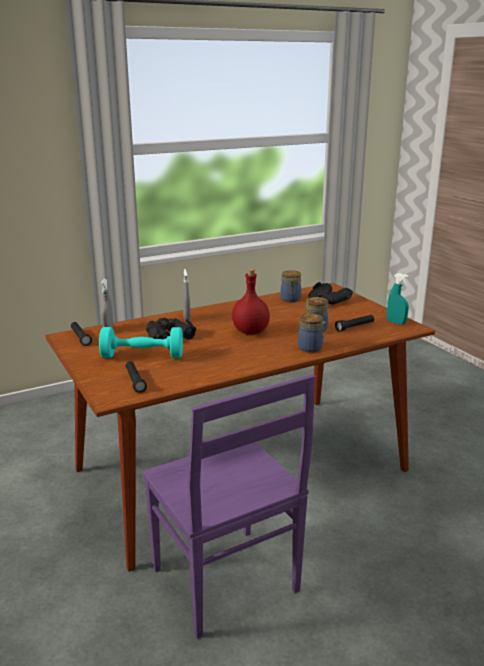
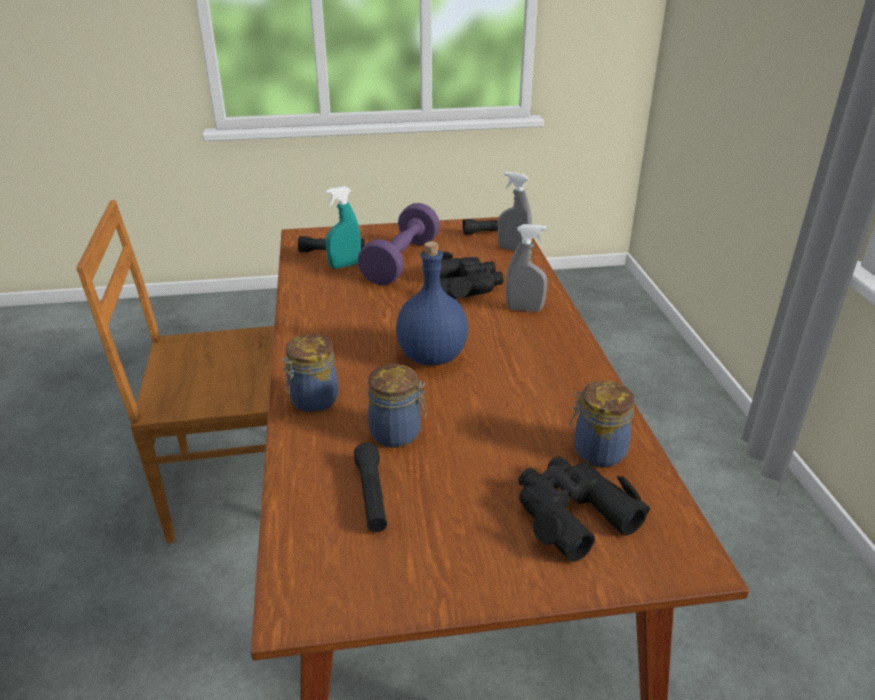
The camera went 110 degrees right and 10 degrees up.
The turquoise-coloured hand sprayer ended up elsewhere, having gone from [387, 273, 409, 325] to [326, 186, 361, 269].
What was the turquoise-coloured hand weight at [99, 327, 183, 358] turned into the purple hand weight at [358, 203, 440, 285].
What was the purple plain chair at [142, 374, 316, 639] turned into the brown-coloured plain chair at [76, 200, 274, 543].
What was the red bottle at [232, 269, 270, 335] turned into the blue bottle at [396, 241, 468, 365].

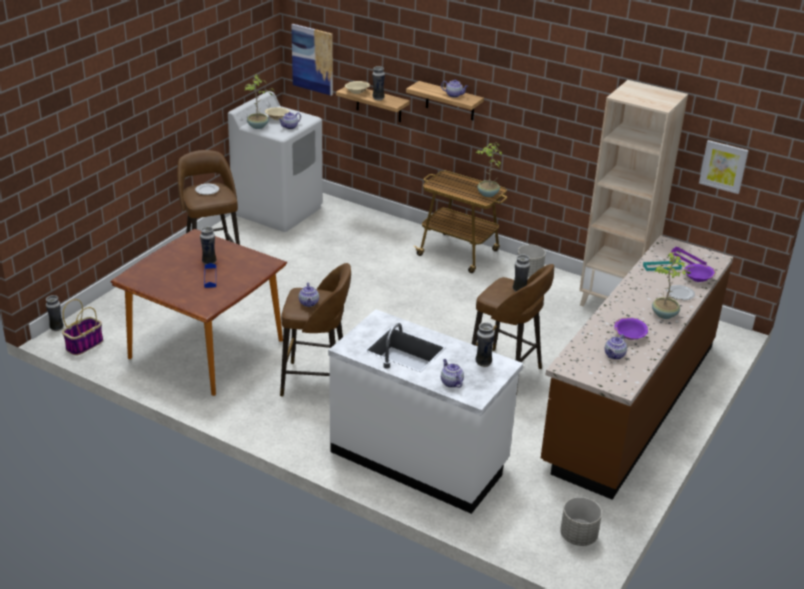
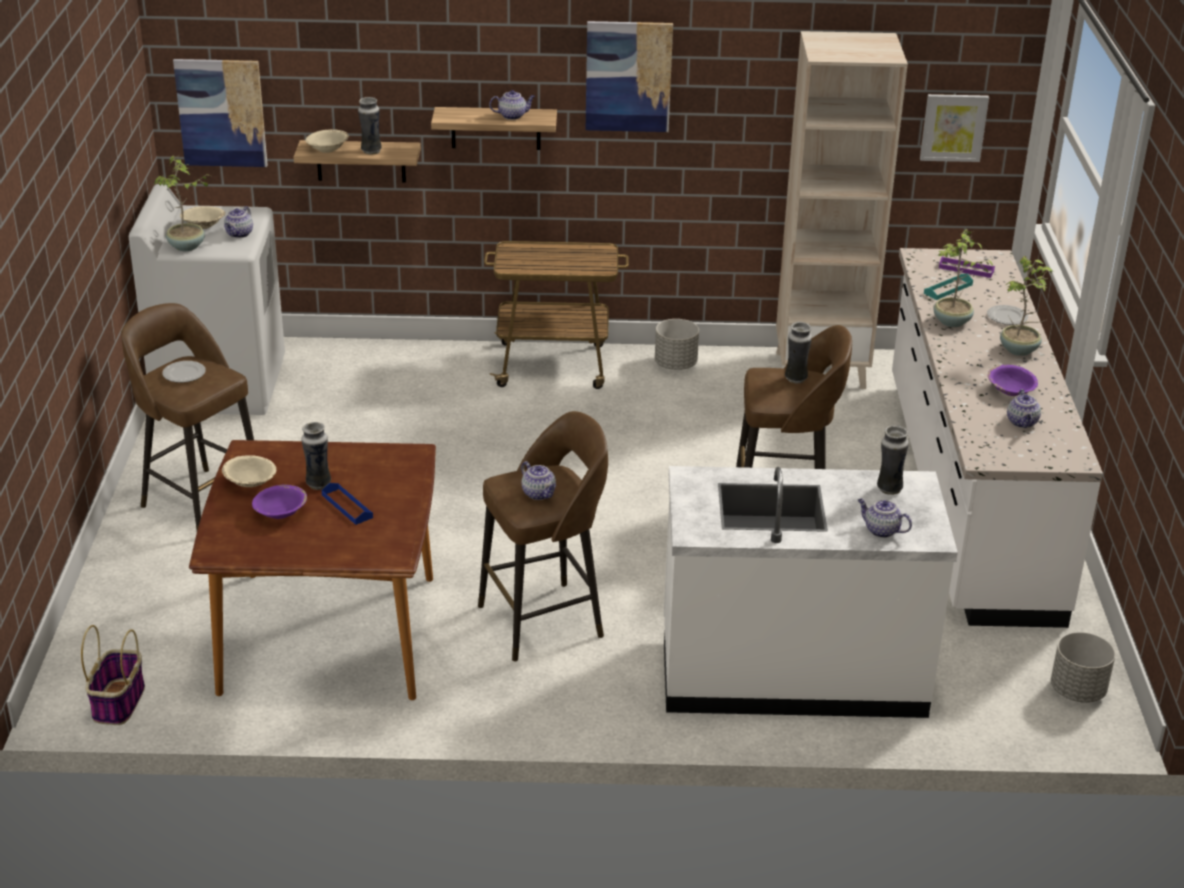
The camera went 30 degrees left and 0 degrees up.
The second view lost the vase at [46, 295, 64, 331].
The second view gained the beige serving bowl at [222, 455, 277, 487].
The second view gained the wall picture at [586, 21, 673, 132].
The houseplant ended up elsewhere, having gone from [476, 142, 502, 197] to [934, 229, 993, 327].
The purple serving bowl ended up elsewhere, having gone from [684, 264, 716, 282] to [252, 485, 307, 519].
What was the brown-coloured kitchen base unit at [541, 235, 733, 500] turned into the white kitchen base unit at [892, 248, 1103, 628].

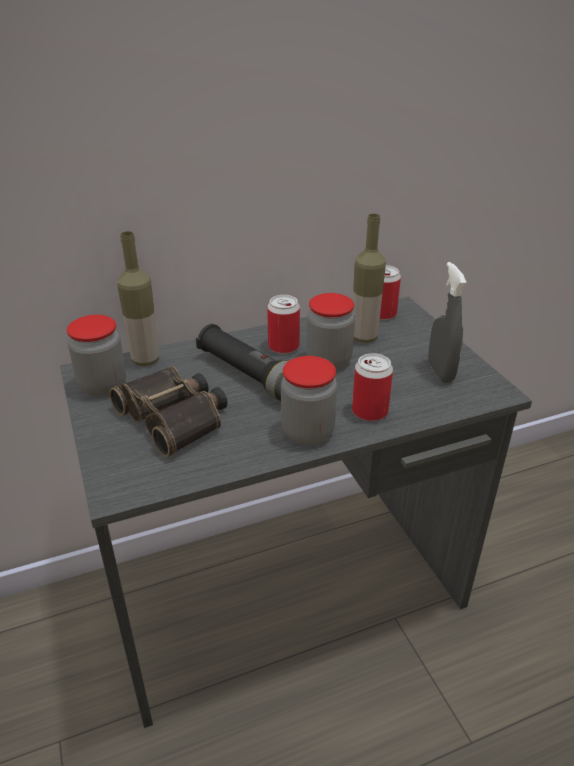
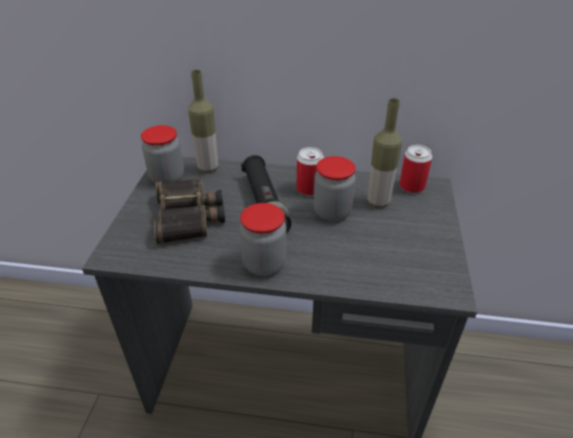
The camera went 30 degrees right and 5 degrees up.
The second view lost the metal can at [352, 353, 393, 421].
The second view lost the gray hand sprayer at [428, 262, 467, 383].

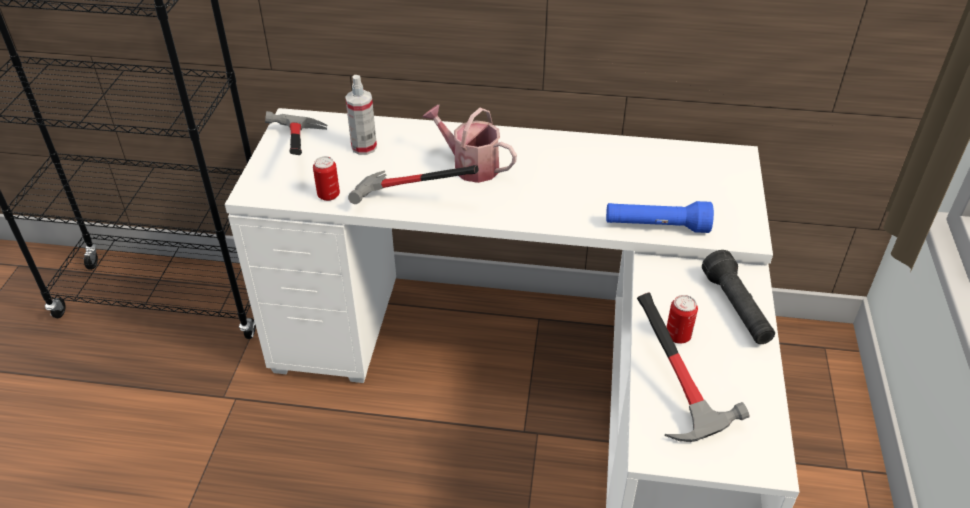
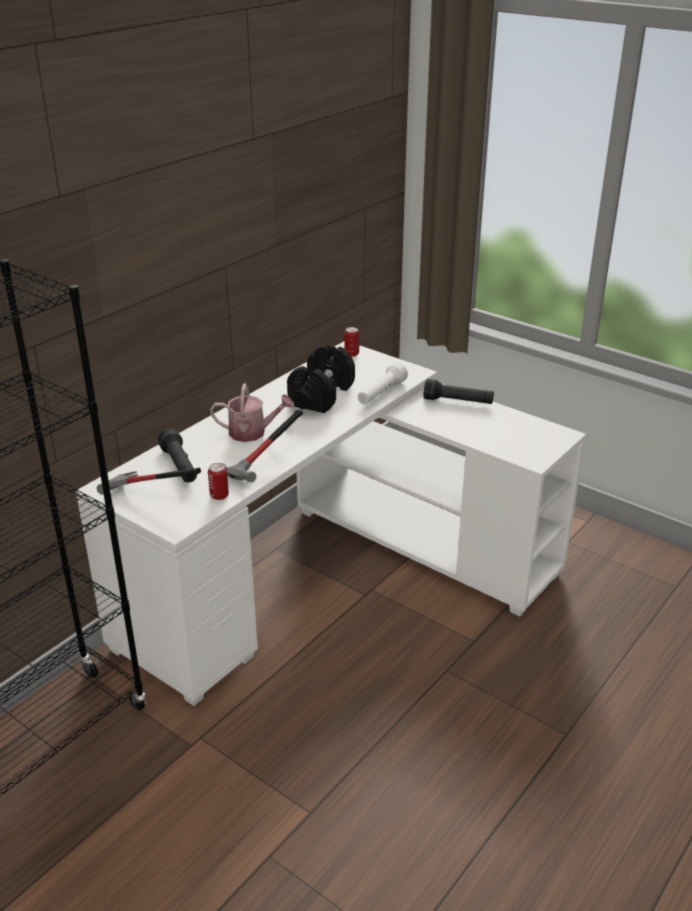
The camera went 60 degrees left and 10 degrees down.
The second view lost the hand hammer at [637, 292, 749, 442].
The second view gained the black-coloured hand weight at [287, 344, 355, 413].
The metal can ended up elsewhere, having gone from [667, 295, 698, 344] to [344, 327, 359, 357].
Where the hand sprayer stood at [345, 75, 377, 155], the black-coloured hand torch came to stand at [158, 428, 197, 483].
What was the blue hand torch at [606, 201, 714, 233] turned into the white hand torch at [358, 362, 408, 404].
The watering can at [422, 105, 517, 183] ended up facing another way, 150 degrees counterclockwise from before.

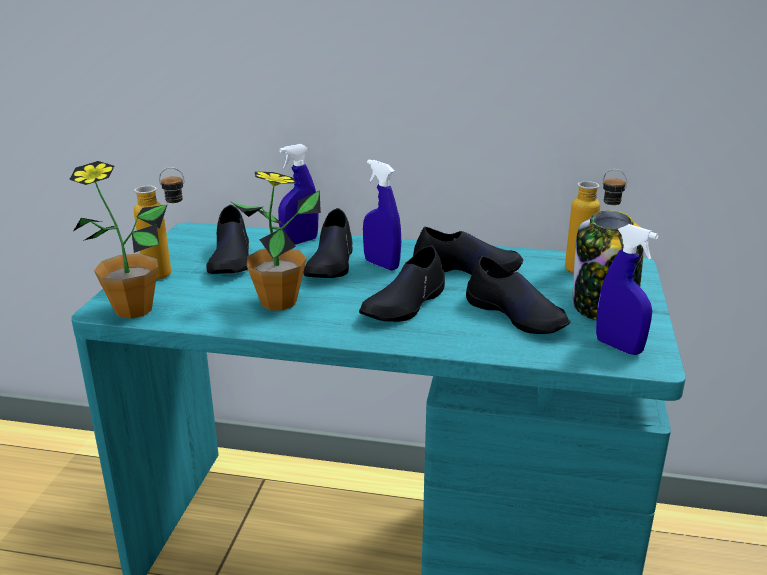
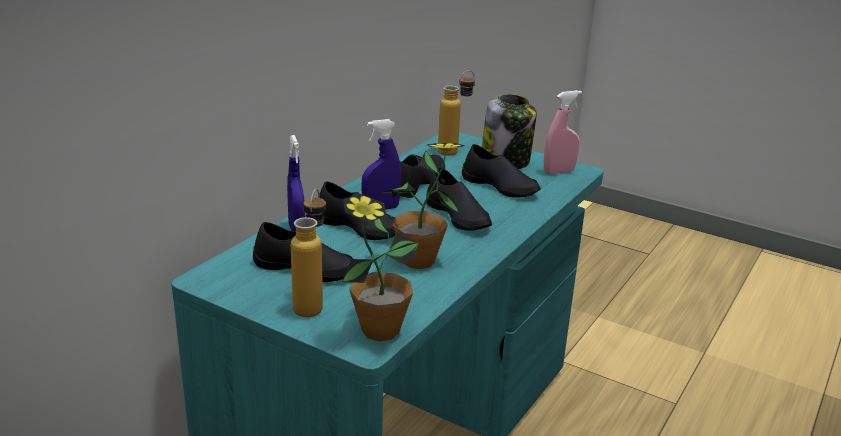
The camera went 70 degrees left and 0 degrees up.
What was the blue hand sprayer at [596, 224, 659, 355] turned into the pinkish hand sprayer at [544, 90, 582, 174].
The black-coloured shoe at [466, 256, 570, 334] ended up facing another way, 60 degrees clockwise from before.

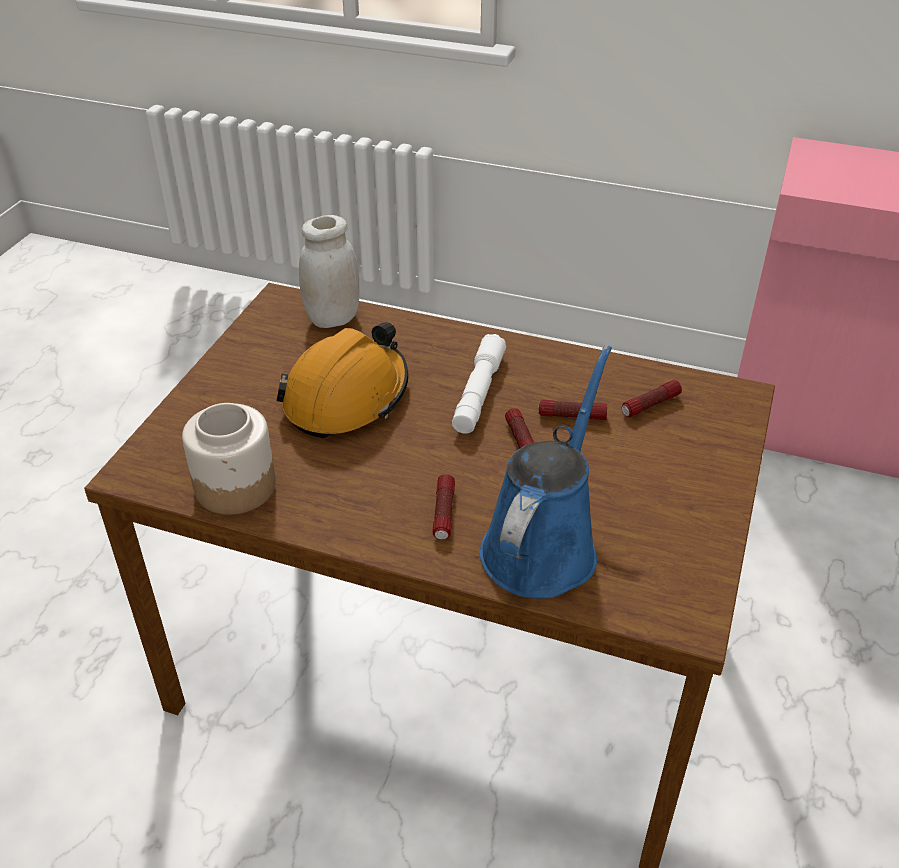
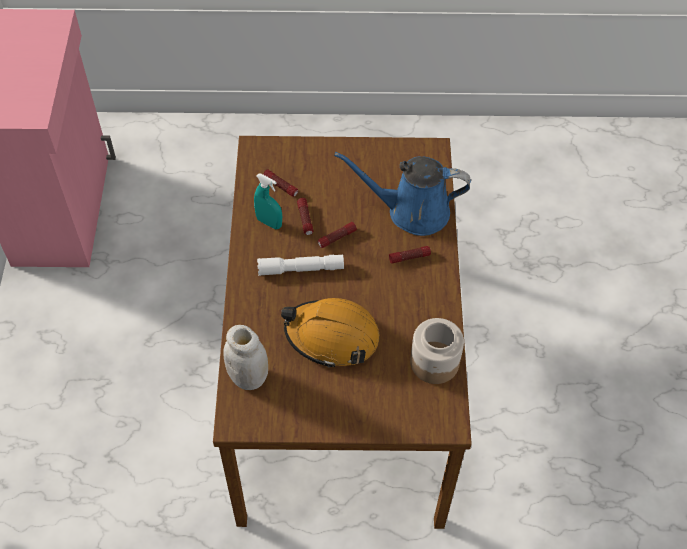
The camera went 110 degrees left and 15 degrees up.
The second view gained the turquoise-coloured hand sprayer at [254, 173, 282, 229].

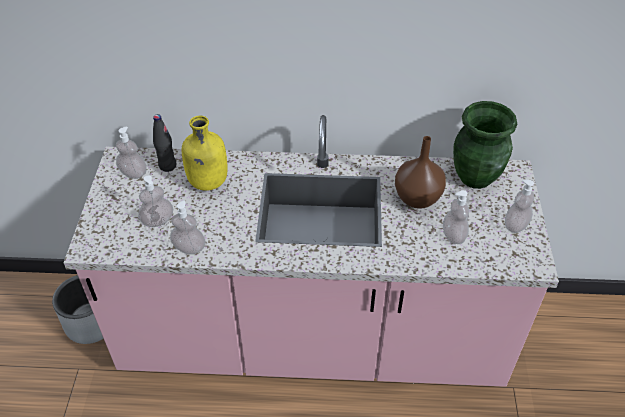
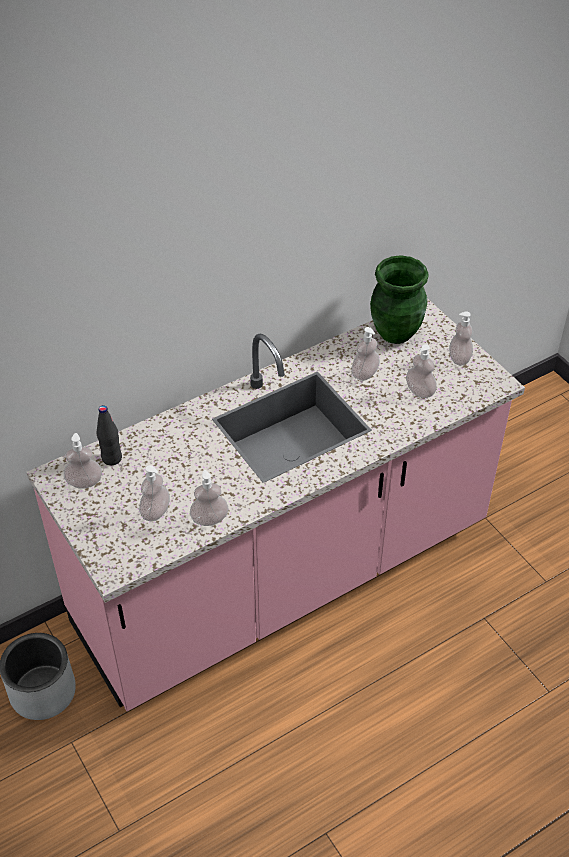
The camera went 35 degrees left and 0 degrees up.
The second view lost the yellowish bottle at [182, 115, 228, 191].
Where the brown-coloured vase stood at [395, 136, 446, 209], the soap dispenser came to stand at [351, 327, 380, 381].

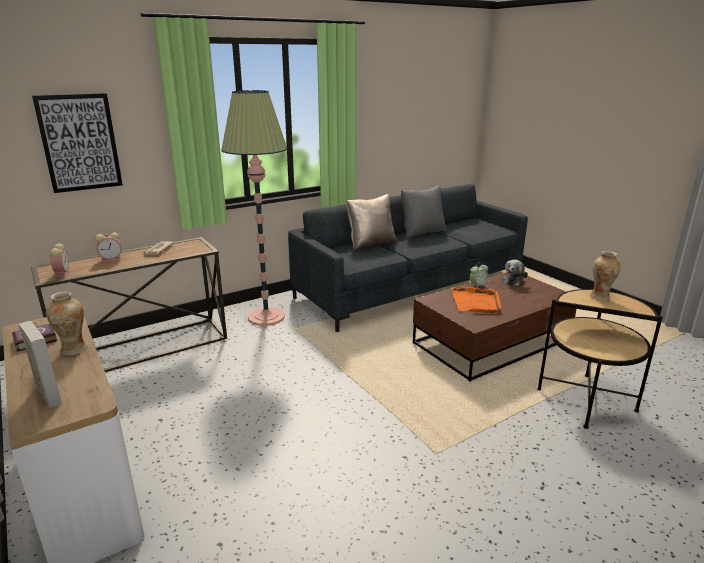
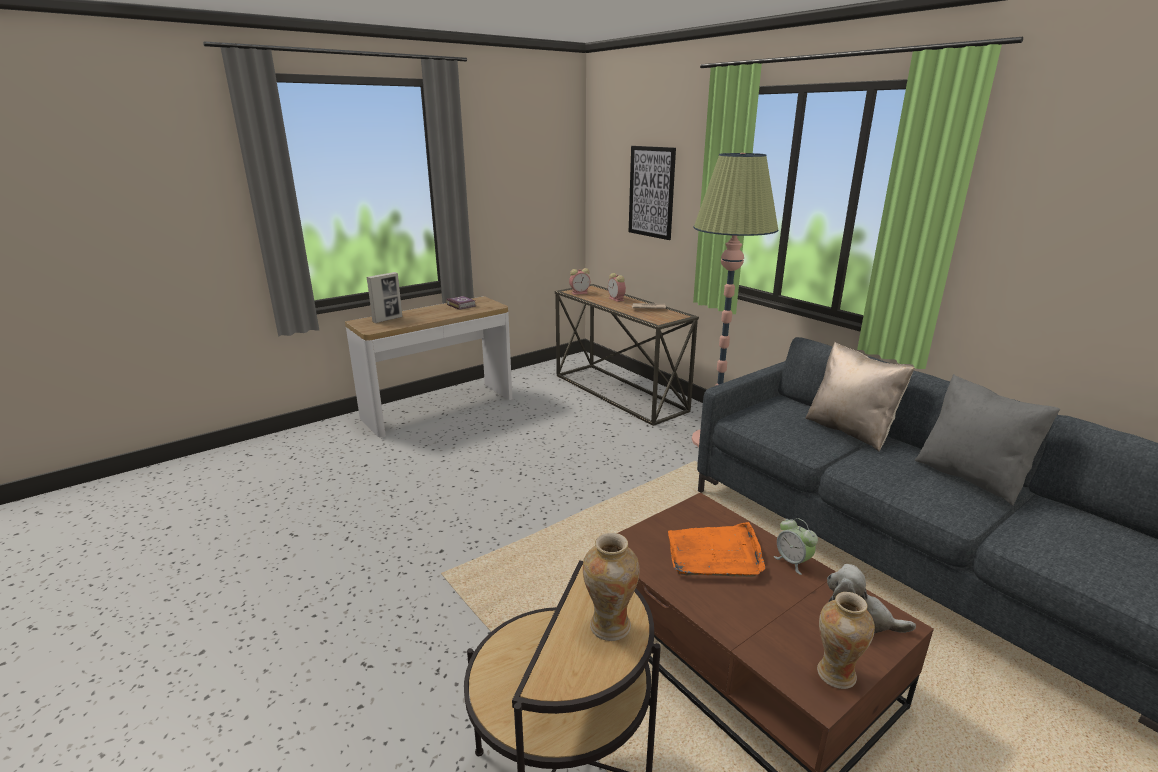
The camera went 85 degrees right and 0 degrees up.
The vase ended up elsewhere, having gone from [46, 291, 87, 356] to [817, 592, 875, 689].

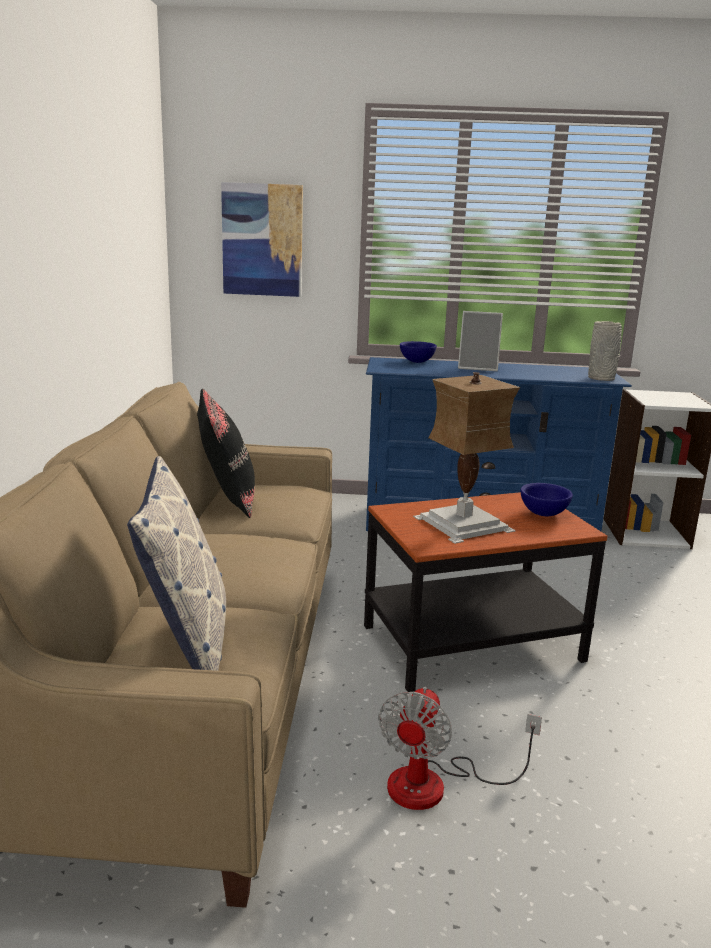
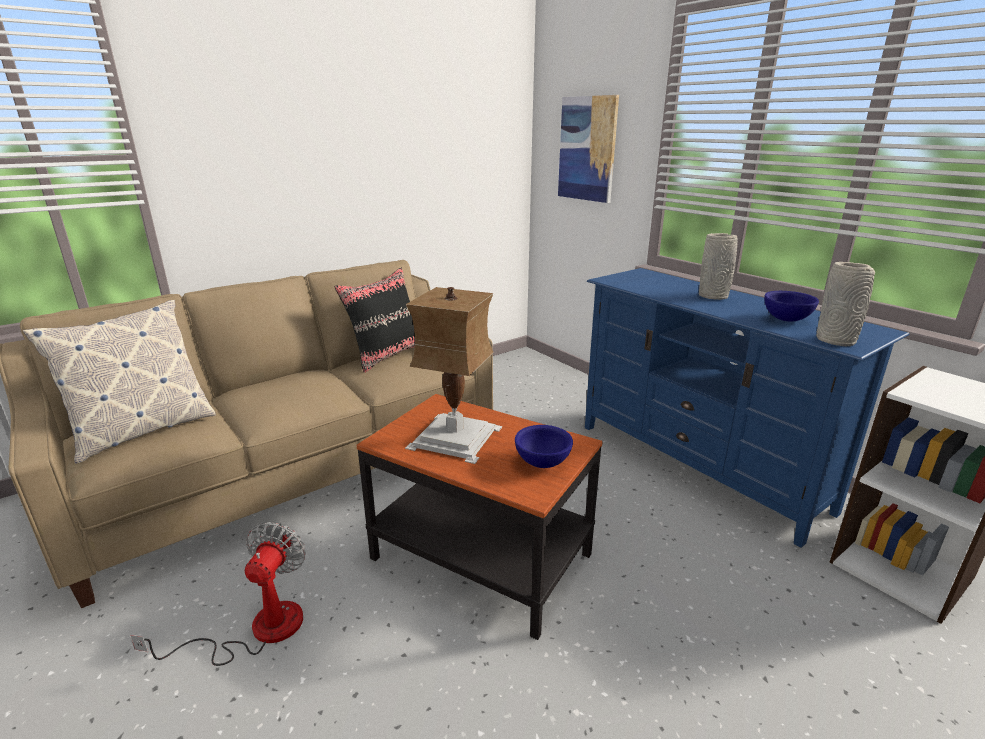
The camera went 50 degrees right and 5 degrees up.
The blue serving bowl ended up elsewhere, having gone from [400, 341, 437, 363] to [764, 291, 819, 322].
Where the picture frame stood at [458, 311, 503, 371], the gray vase came to stand at [699, 233, 738, 300].
The cooling fan at [378, 687, 542, 810] ended up facing another way, 120 degrees clockwise from before.

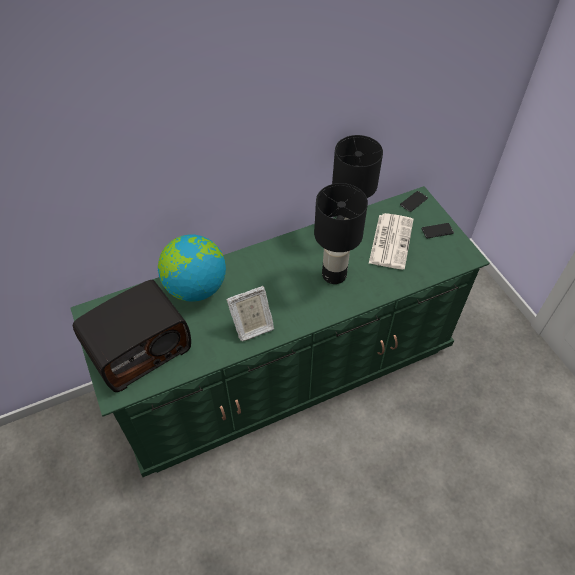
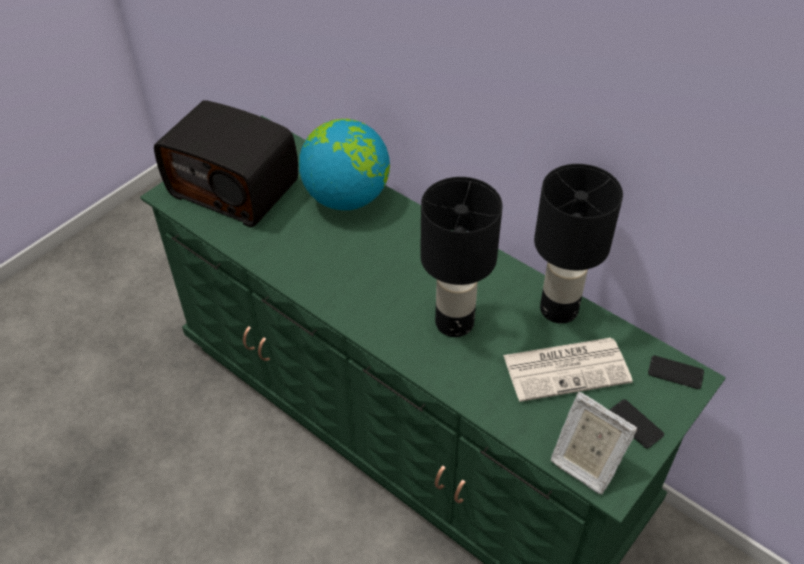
The camera went 65 degrees right and 5 degrees down.
The picture frame ended up elsewhere, having gone from [226, 286, 274, 341] to [551, 392, 638, 494].

